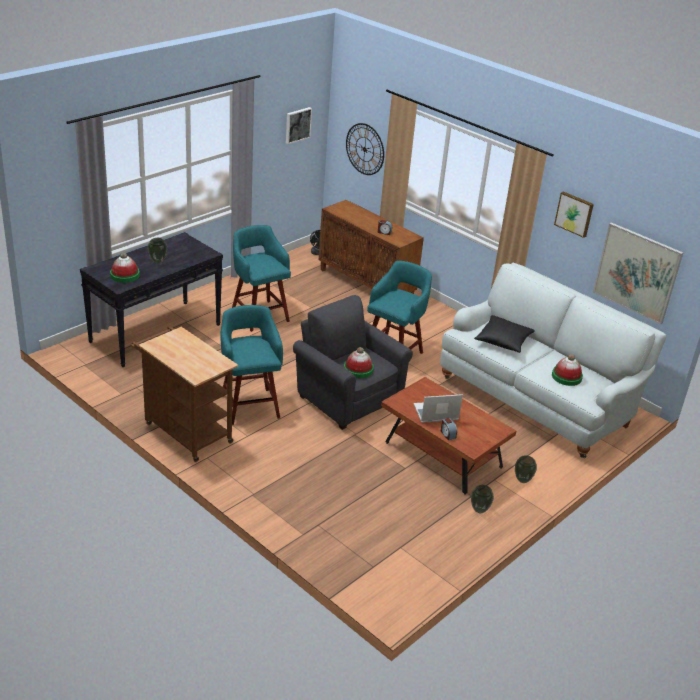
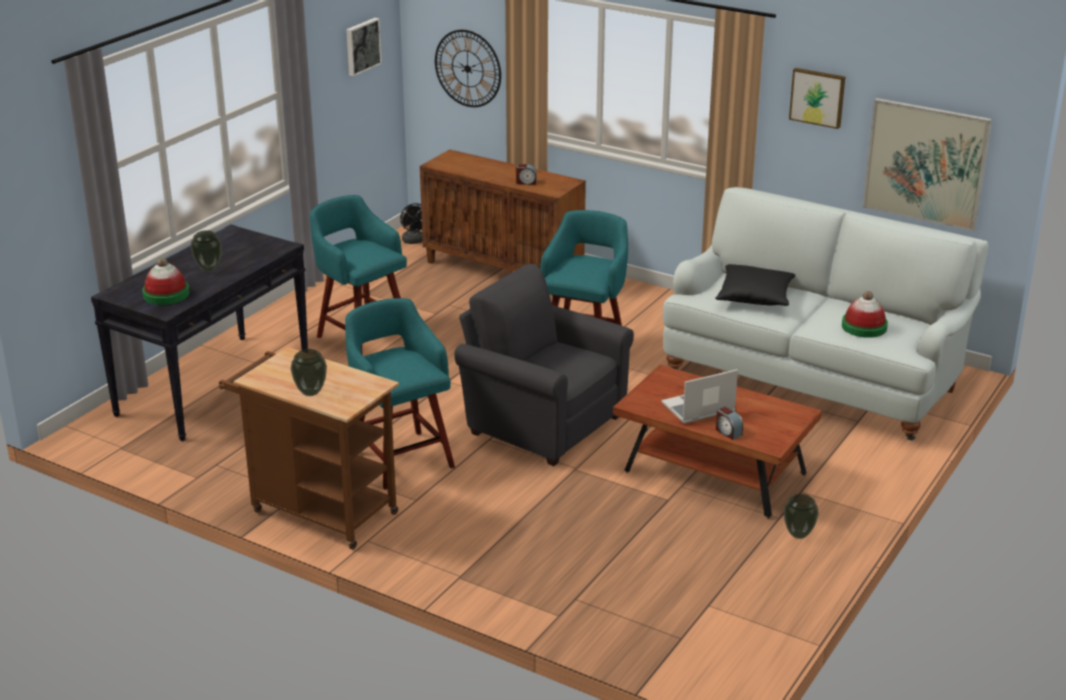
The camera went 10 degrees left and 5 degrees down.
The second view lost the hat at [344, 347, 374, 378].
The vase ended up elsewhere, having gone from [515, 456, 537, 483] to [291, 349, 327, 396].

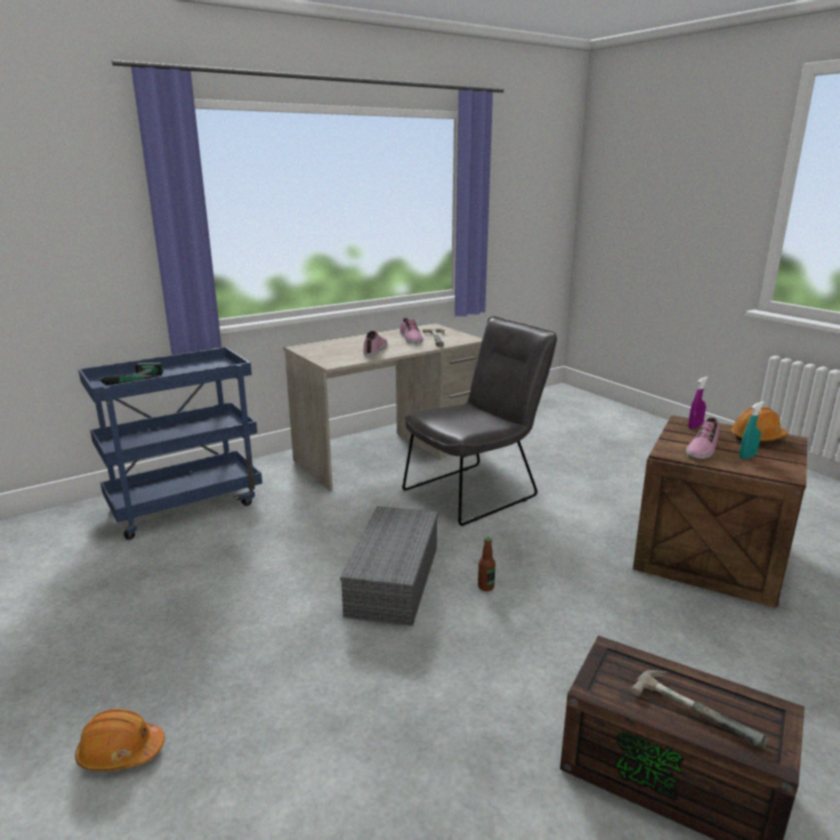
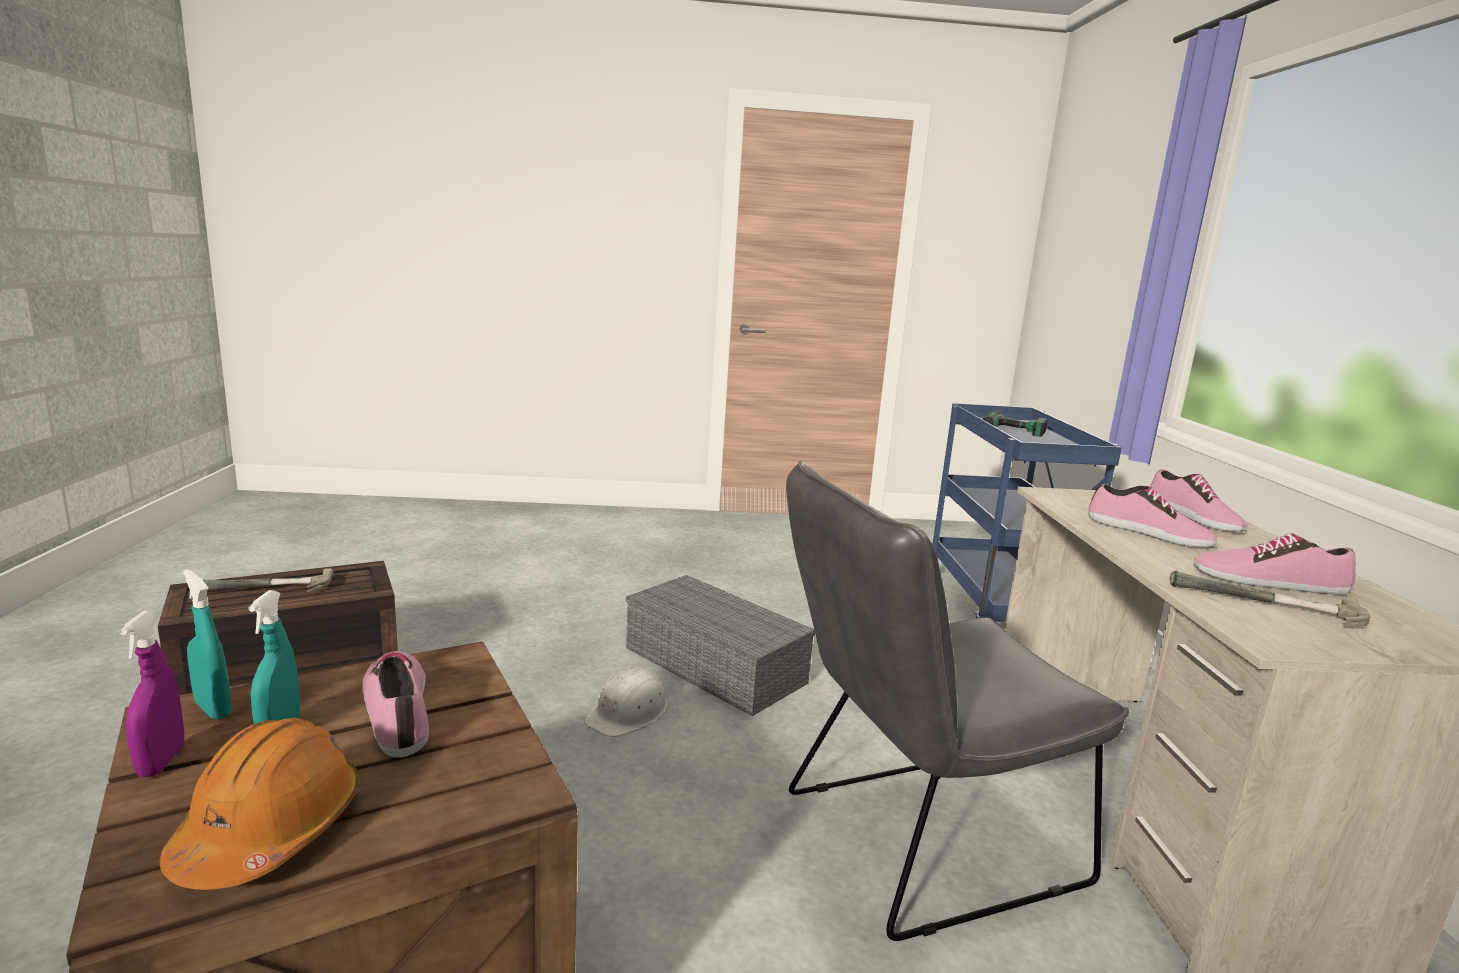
The camera went 120 degrees right and 5 degrees down.
The second view lost the orange-coloured hard hat at [75, 709, 165, 771].
The second view gained the turquoise-coloured hand sprayer at [183, 569, 232, 720].
The second view gained the shoe at [1150, 470, 1248, 532].
The purple hand sprayer ended up elsewhere, having gone from [688, 376, 708, 429] to [119, 611, 184, 777].
Where the bottle stood at [478, 537, 495, 591], the white hard hat came to stand at [584, 667, 668, 737].
The gray plain chair at [402, 316, 557, 526] ended up facing another way, 75 degrees clockwise from before.

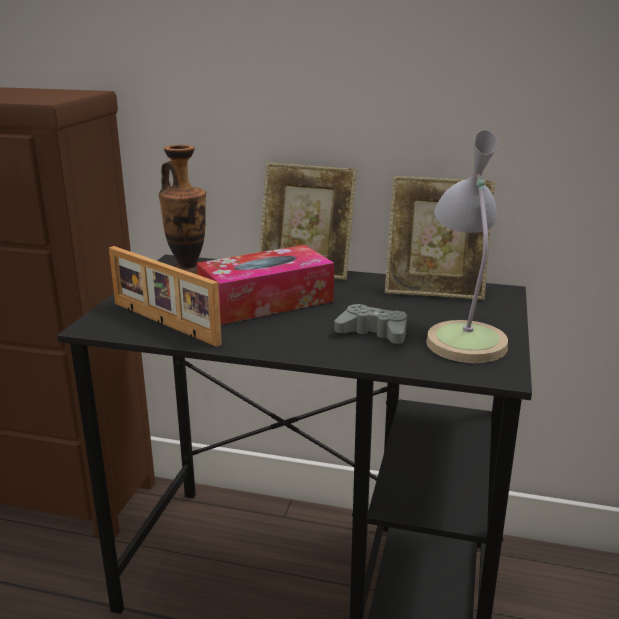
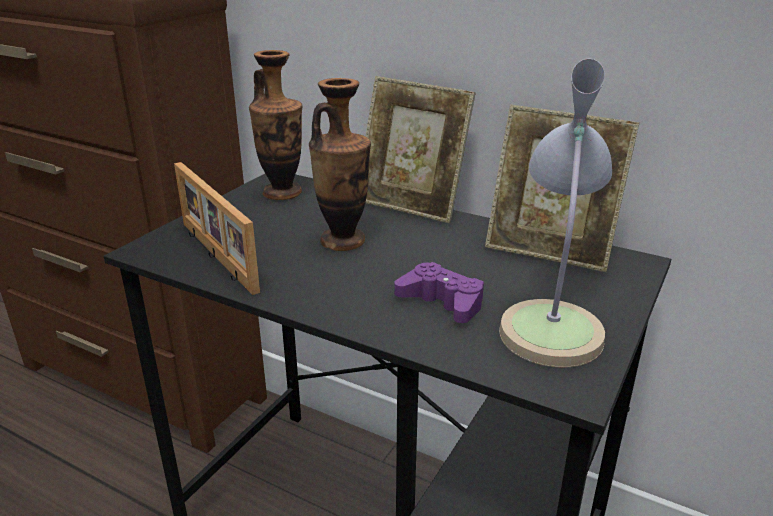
The camera went 15 degrees right and 5 degrees up.
Where the box of tissues stood at [197, 245, 334, 325], the vase came to stand at [309, 78, 371, 251].
What was the gray joypad at [334, 304, 407, 344] turned into the purple joypad at [394, 262, 484, 323].

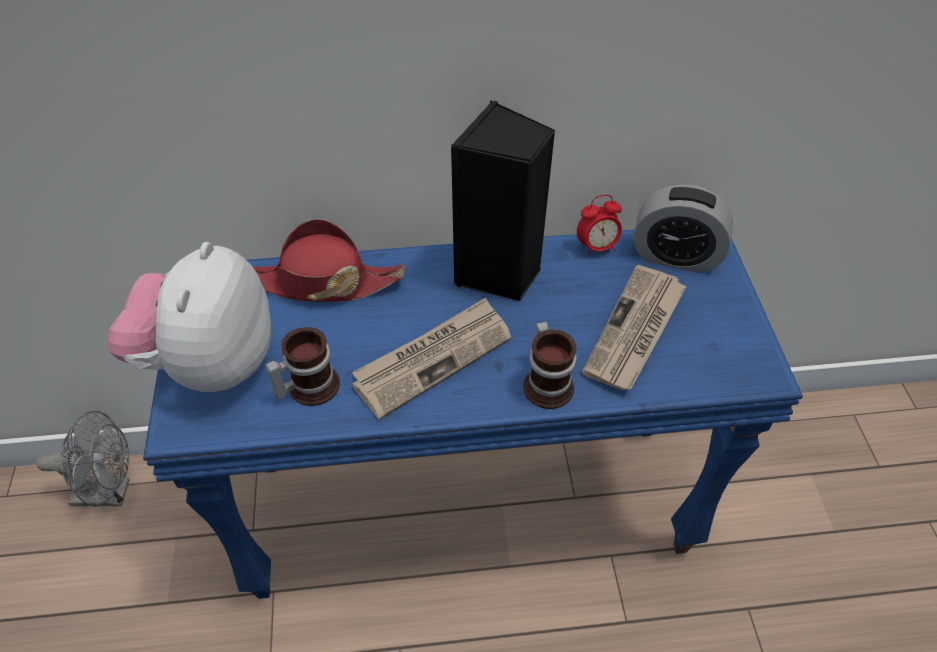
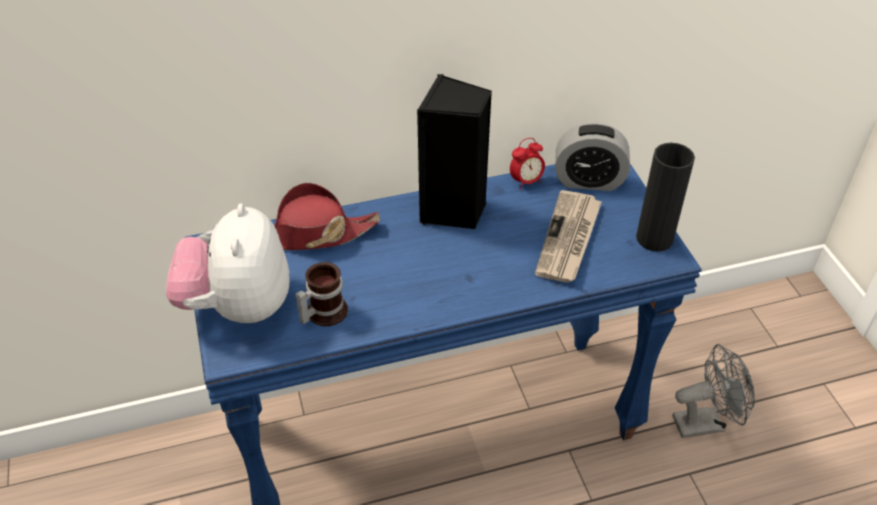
The camera went 10 degrees left and 5 degrees down.
The second view lost the newspaper at [352, 297, 511, 420].
The second view lost the mug at [523, 322, 577, 409].
The second view gained the black-coloured vase at [636, 143, 695, 251].
The gray cooling fan ended up elsewhere, having gone from [36, 410, 130, 506] to [672, 344, 755, 438].

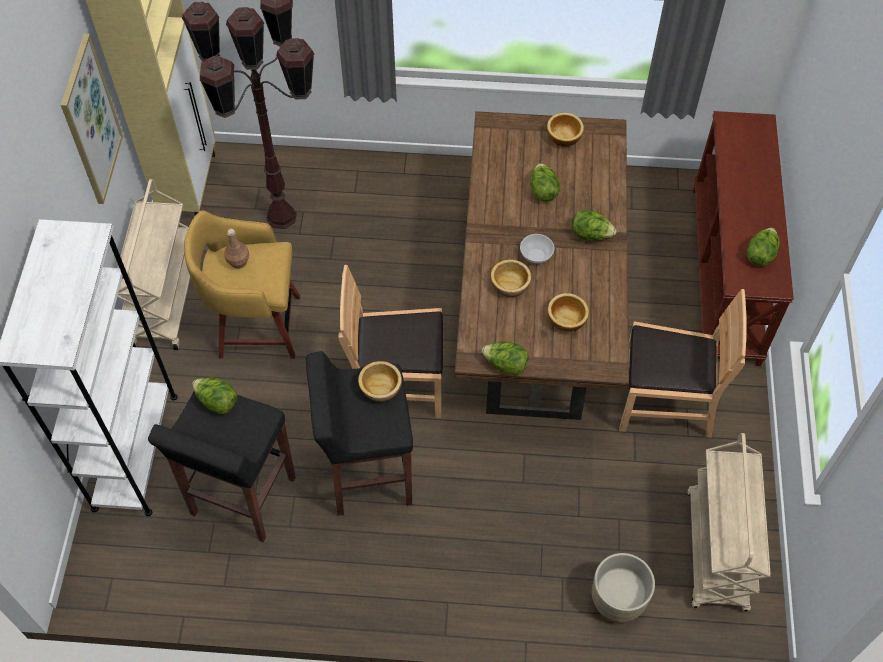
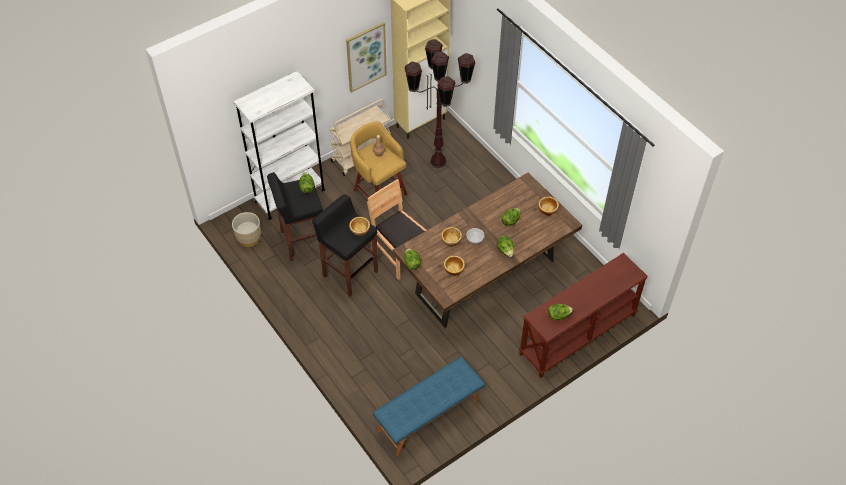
The camera went 50 degrees right and 5 degrees down.
The second view lost the brown-coloured plain chair at [619, 289, 746, 438].
The beige flower pot ended up elsewhere, having gone from [592, 553, 655, 623] to [232, 212, 261, 247].
Where the beige trolley stood at [687, 433, 771, 612], the blue long seat came to stand at [373, 356, 485, 456].

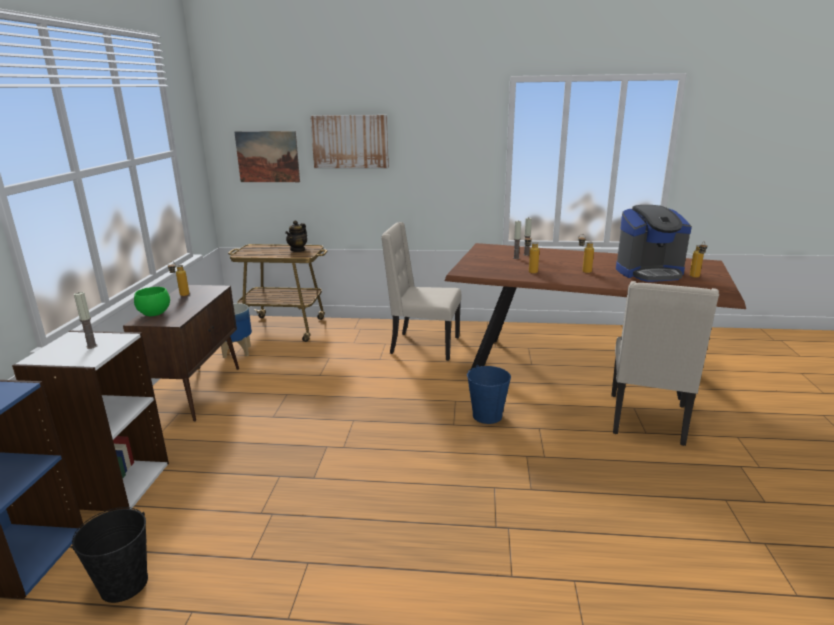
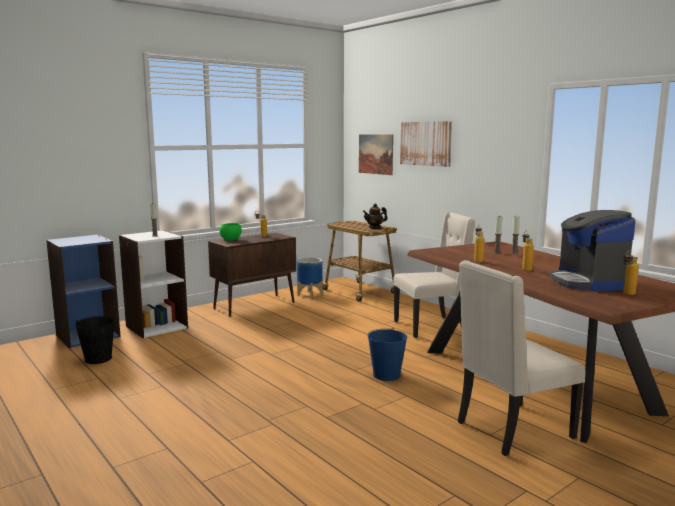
The camera went 45 degrees right and 10 degrees down.
The beige plain chair at [381, 222, 461, 361] ended up facing another way, 105 degrees clockwise from before.
The coffee machine at [616, 205, 692, 282] ended up facing another way, 45 degrees clockwise from before.

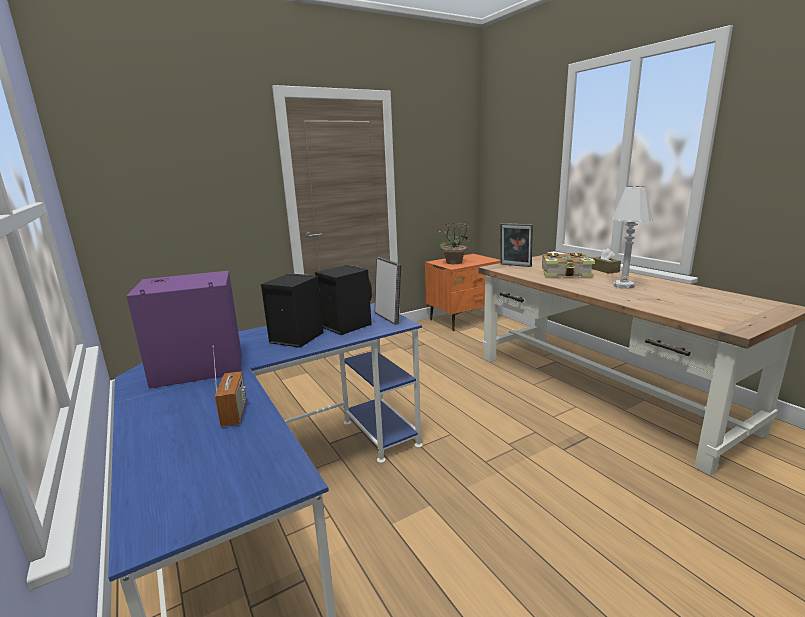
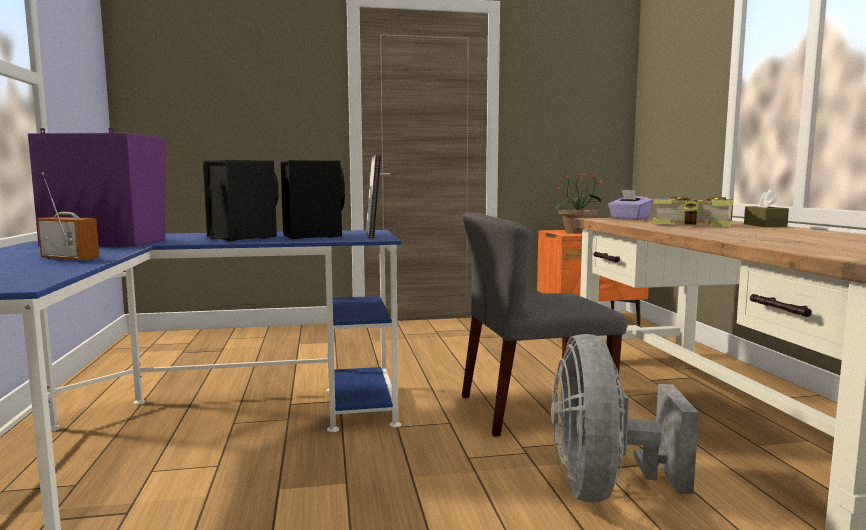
The camera went 20 degrees right and 10 degrees down.
The second view lost the white lamp for a table at [612, 186, 653, 289].
The second view gained the gray plain chair at [462, 212, 627, 437].
The second view gained the gray cooling fan at [551, 334, 699, 503].
Where the picture frame stood at [500, 223, 533, 267], the purple box of tissues came to stand at [608, 190, 653, 220].
The radio at [213, 345, 247, 427] ended up facing another way, 75 degrees counterclockwise from before.

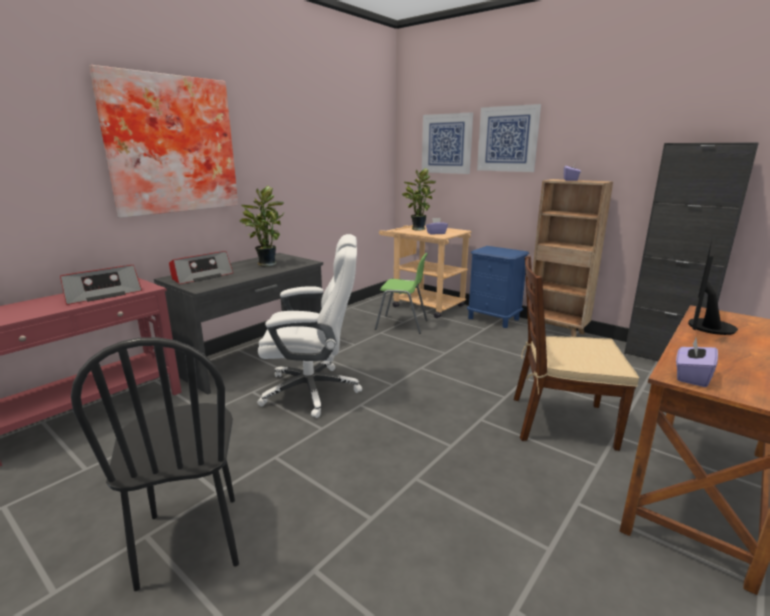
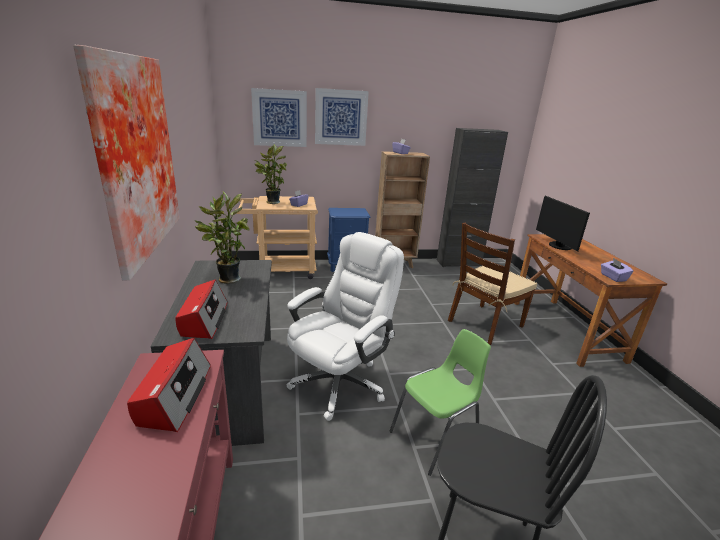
The camera went 50 degrees left and 5 degrees up.
The greenish plain chair ended up elsewhere, having gone from [375, 253, 428, 334] to [390, 329, 491, 476].

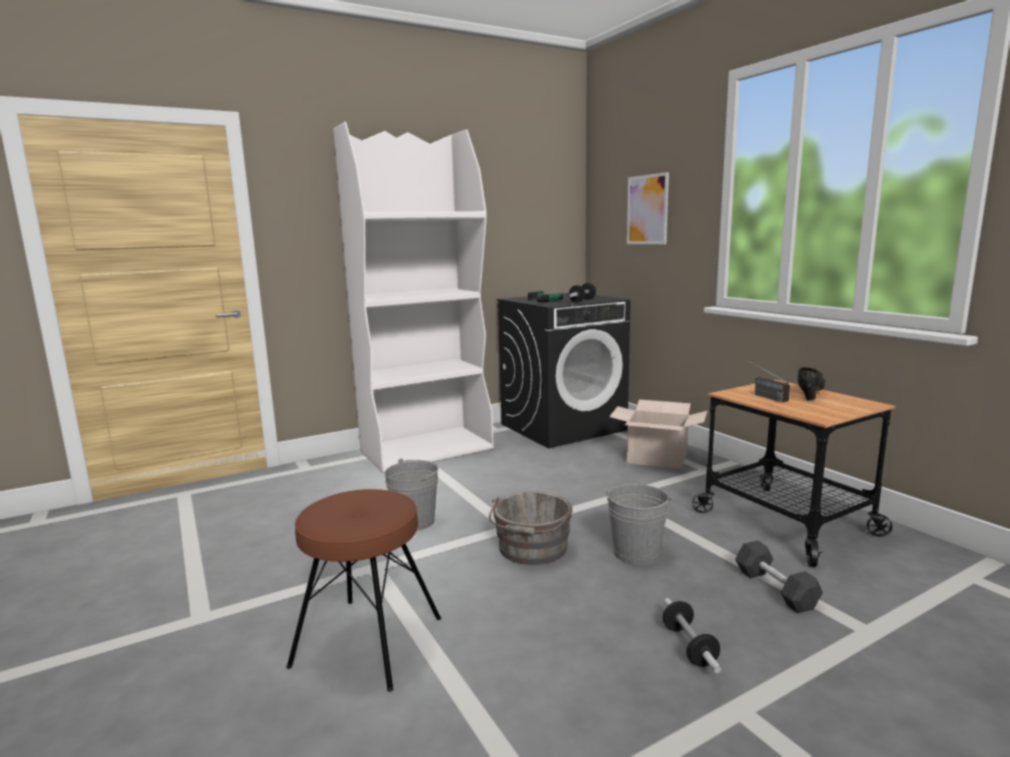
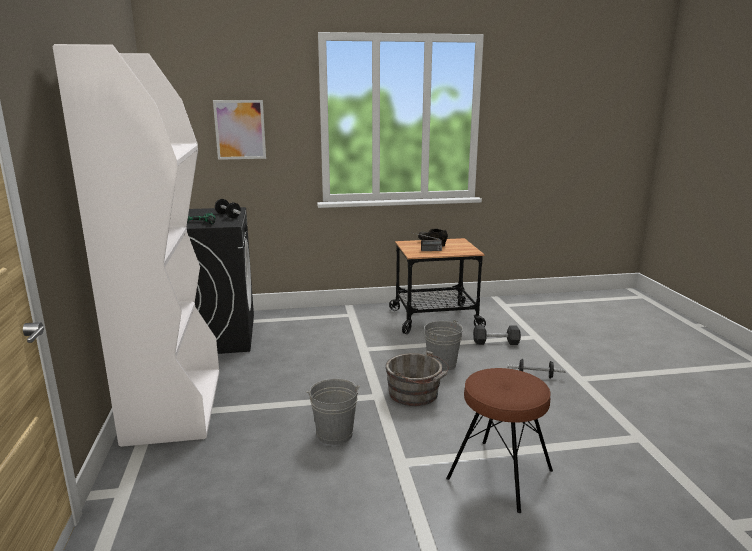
The camera went 70 degrees left and 5 degrees up.
The second view lost the carton at [609, 399, 707, 469].

